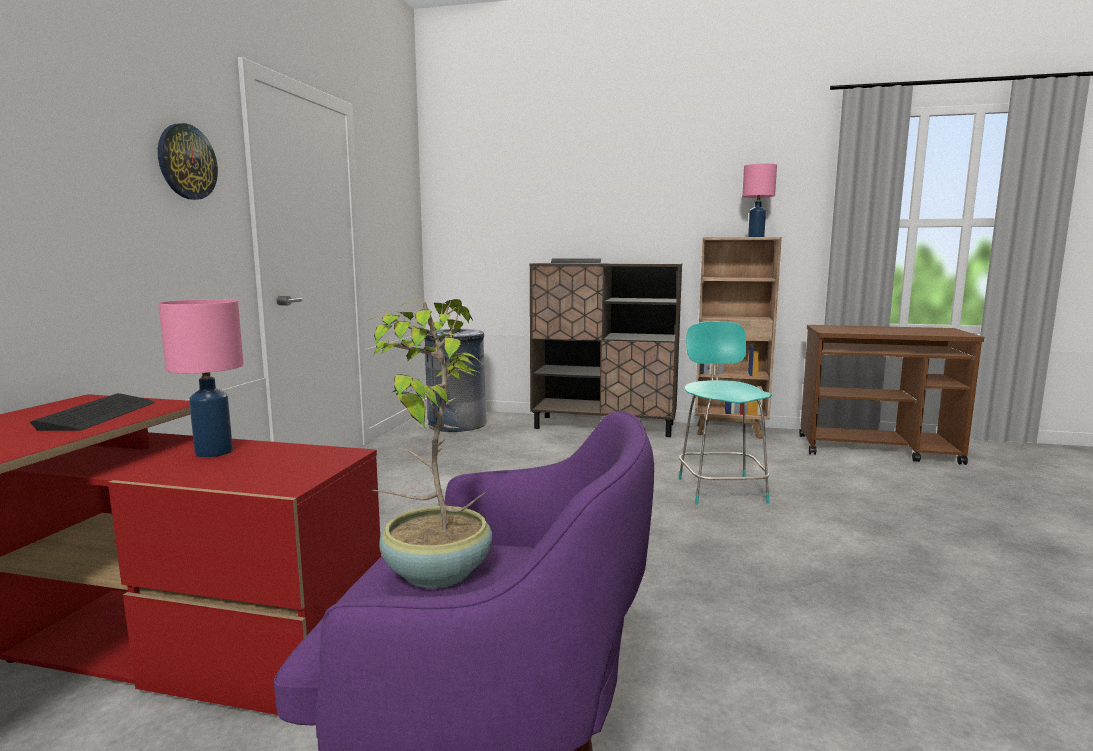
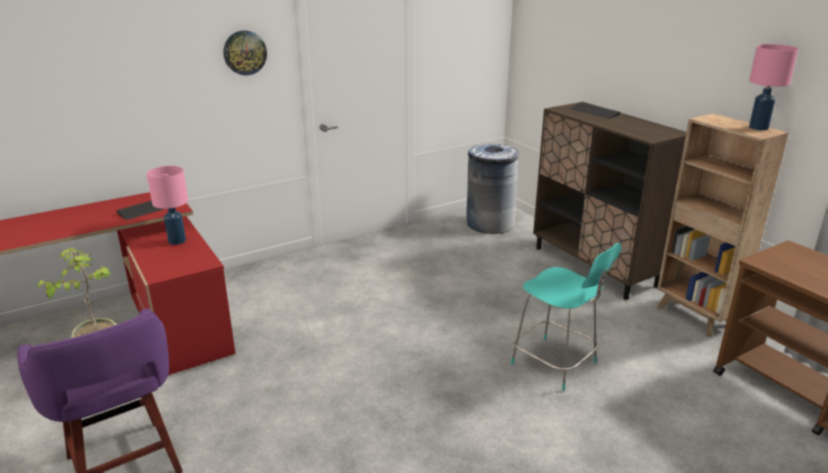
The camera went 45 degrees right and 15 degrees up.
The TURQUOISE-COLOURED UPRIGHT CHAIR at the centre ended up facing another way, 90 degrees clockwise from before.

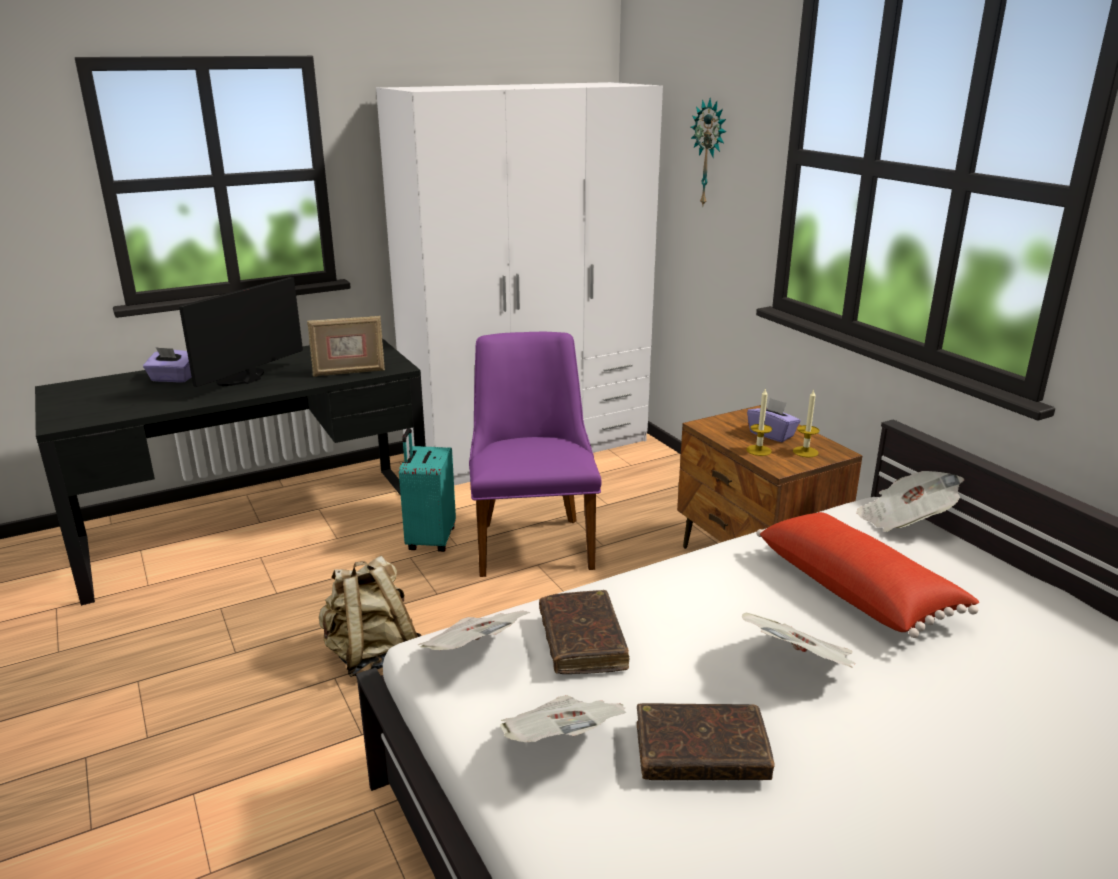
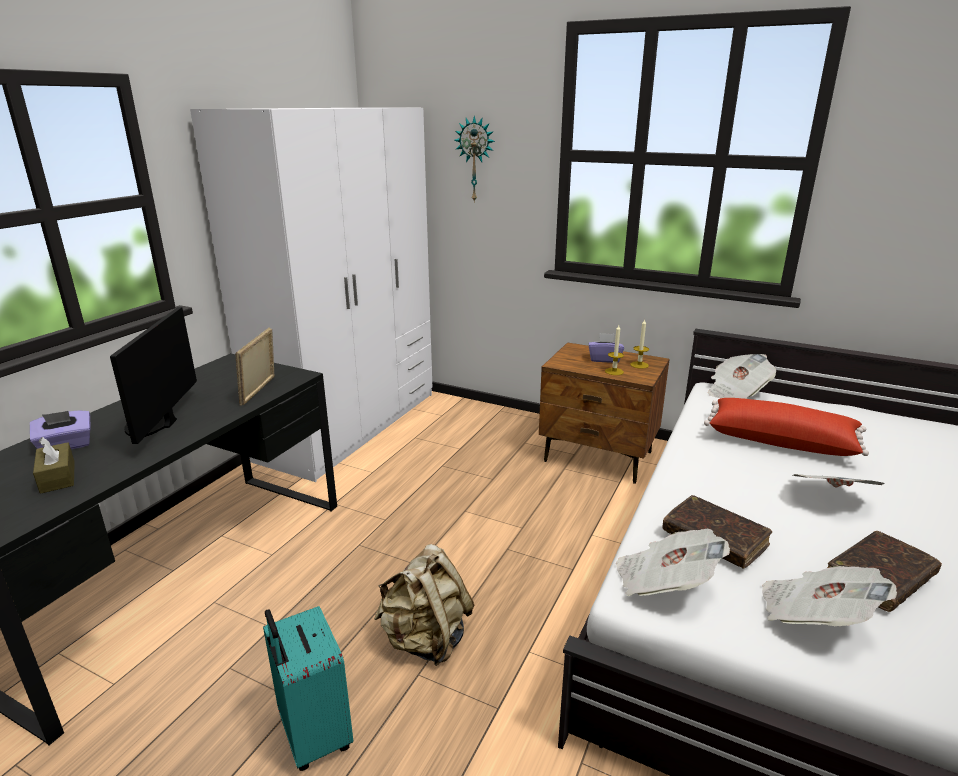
The camera went 35 degrees left and 0 degrees up.
The PICTURE FRAME at the middle left ended up facing another way, 150 degrees clockwise from before.
The TURQUOISE-COLOURED PIECE OF LUGGAGE ended up elsewhere, having gone from the centre to the bottom left.
The second view lost the PURPLISH UPRIGHT CHAIR at the centre.
The second view gained the BROWN TISSUE BOX at the middle left.

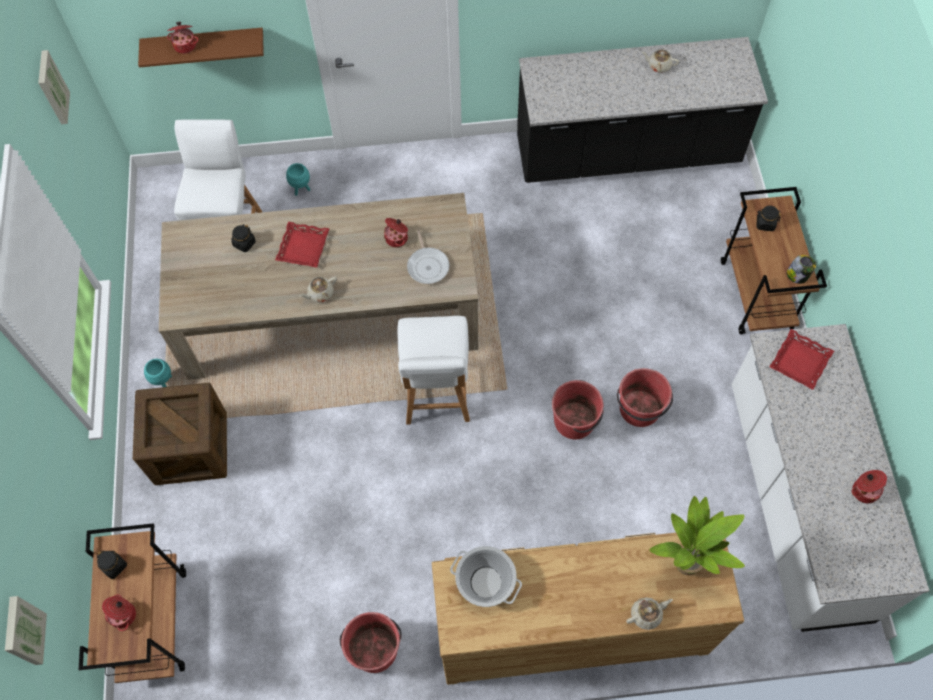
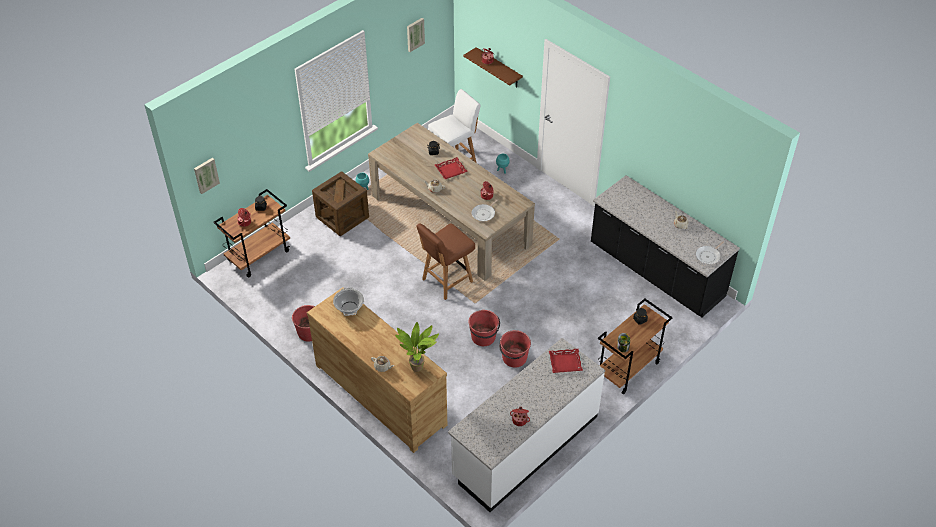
The camera went 50 degrees right and 15 degrees down.
What was the WHITE UPRIGHT CHAIR (no. 2 from left) at the centre turned into the BROWN UPRIGHT CHAIR at the centre.
The second view gained the PAN (no. 2 from left) at the middle right.

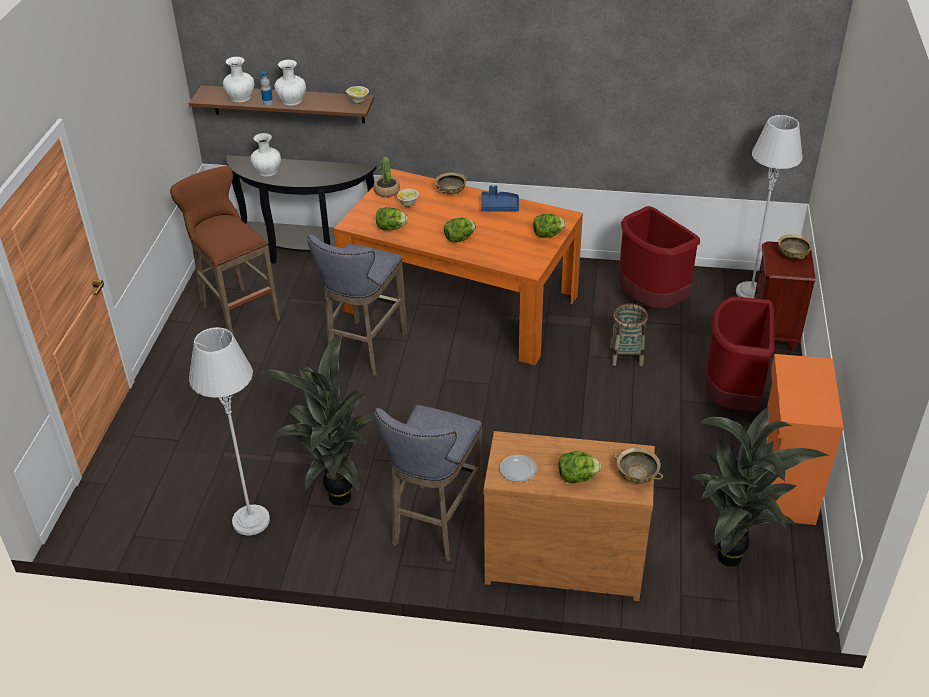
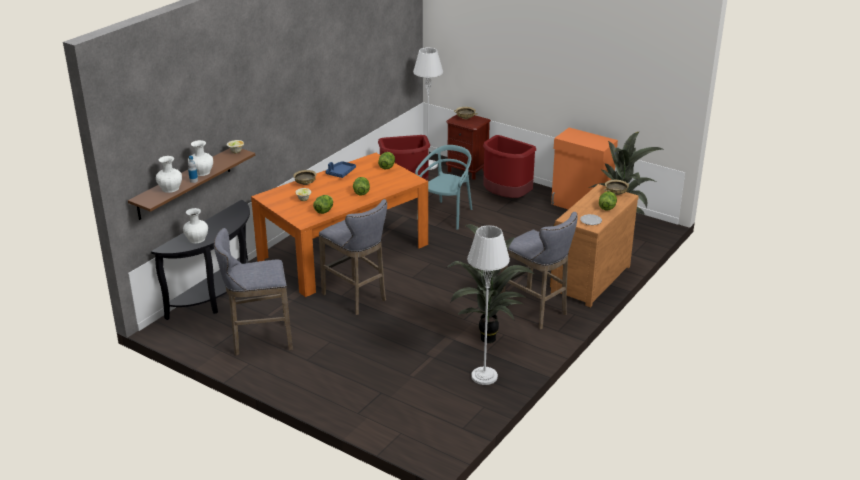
The camera went 65 degrees left and 10 degrees down.
What was the BROWN SITTING STOOL at the middle left turned into the GREY SITTING STOOL (no. 1 from left) at the middle left.
The second view lost the PLANT IN A POT (no. 2 from left) at the top centre.
Where the STORAGE BASKET stood at the middle right, the TURQUOISE-COLOURED UPRIGHT CHAIR came to stand at the centre.

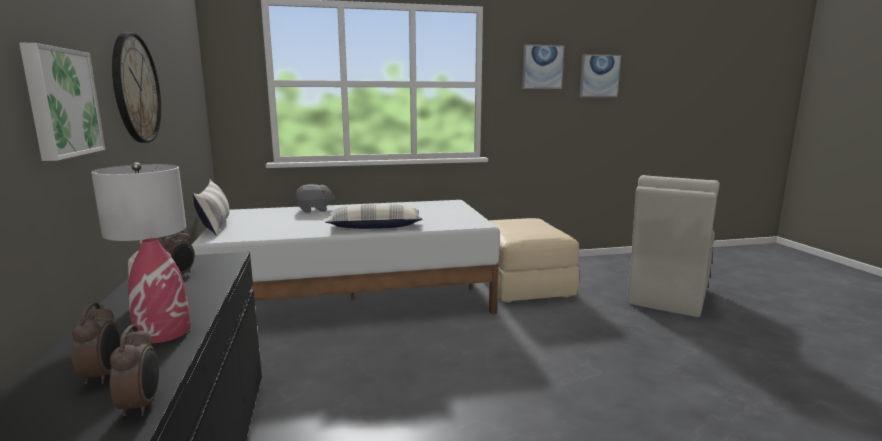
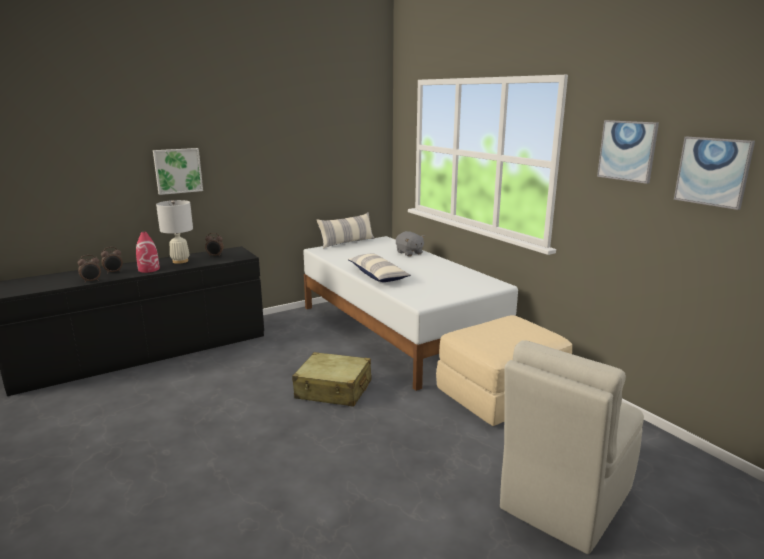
The camera went 70 degrees right and 5 degrees up.
The second view lost the CLOCK ON THE WALL at the top left.
The BEIGE UPRIGHT CHAIR at the middle right ended up facing another way, 60 degrees counterclockwise from before.
The second view gained the BEIGE PIECE OF LUGGAGE at the bottom centre.

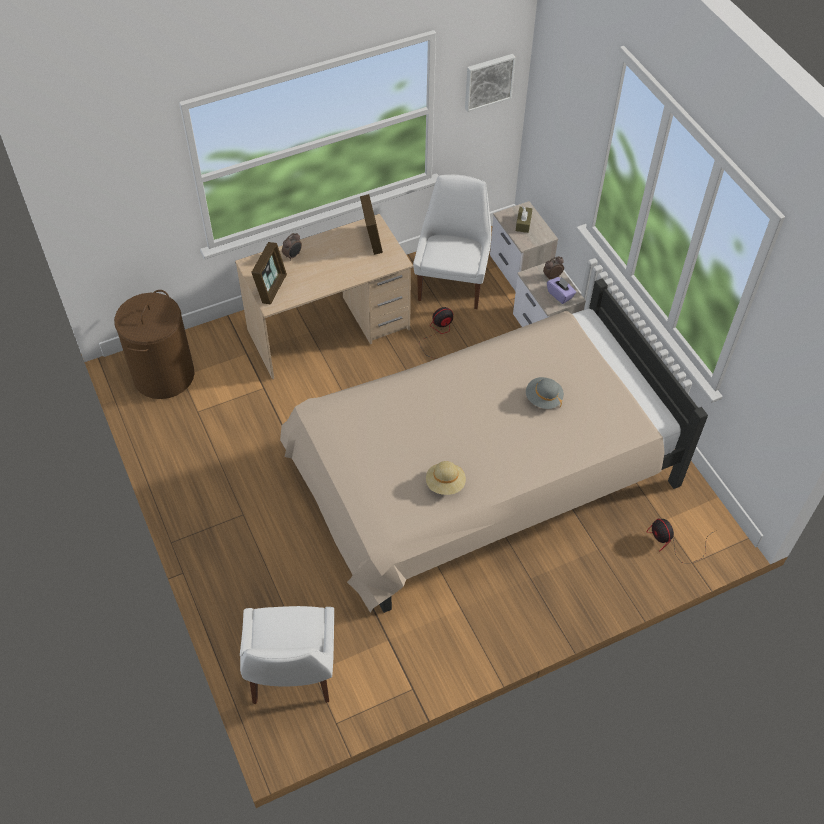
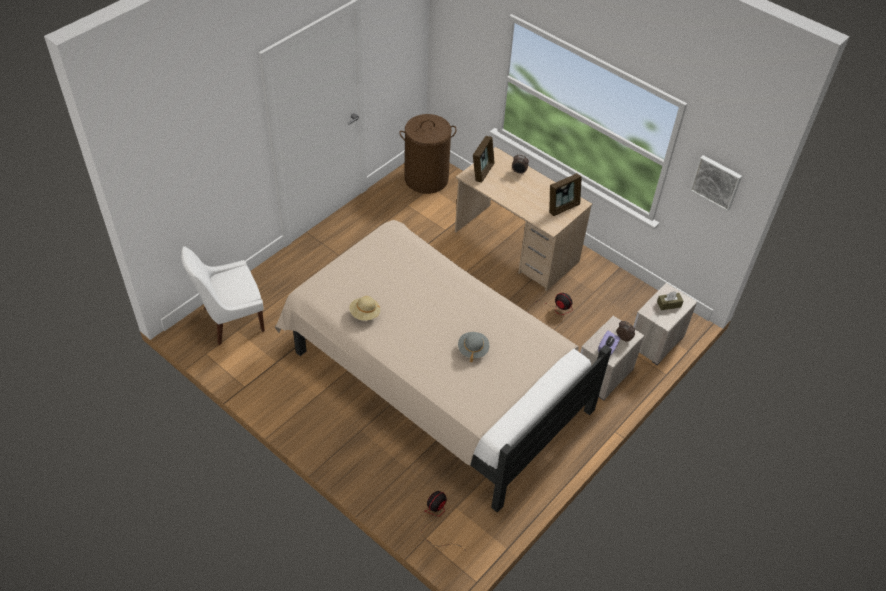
The camera went 65 degrees right and 5 degrees down.
The PICTURE FRAME (no. 1 from left) at the top left ended up facing another way, 60 degrees counterclockwise from before.
The second view lost the WHITE UPRIGHT CHAIR (no. 2 from left) at the top centre.

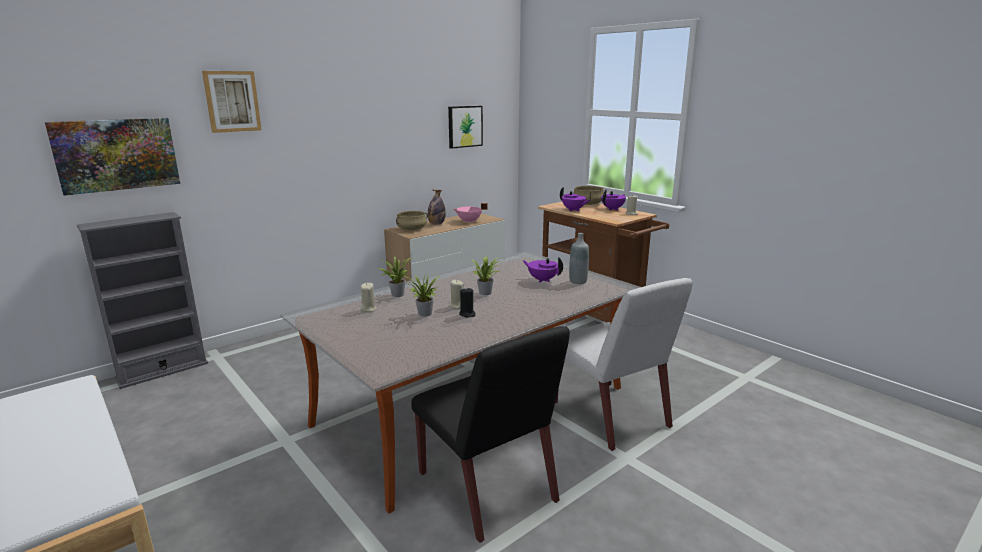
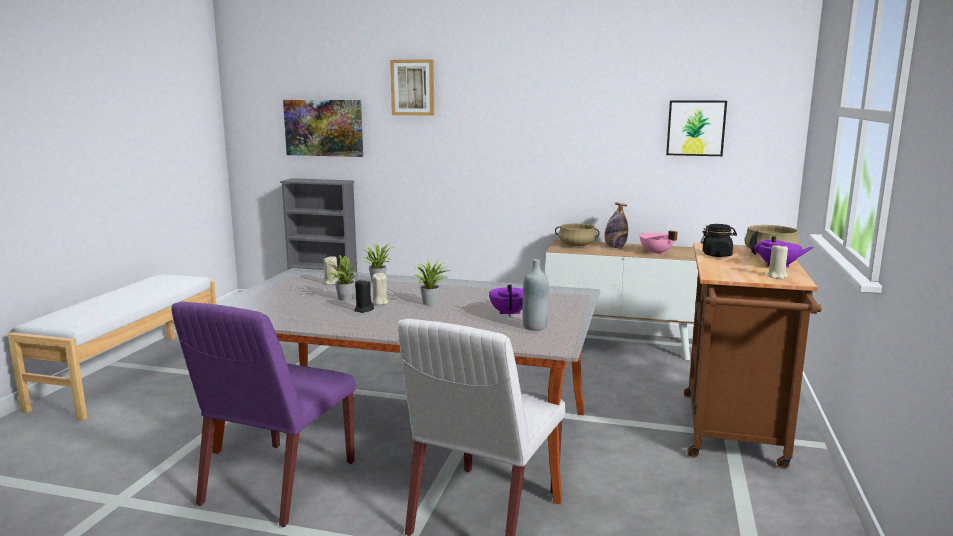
The camera went 55 degrees right and 5 degrees down.
What was the BLACKISH UPRIGHT CHAIR at the bottom centre turned into the PURPLISH UPRIGHT CHAIR at the bottom left.
Where the PURPLISH TEA POT (no. 2 from left) stood at the centre, the BLACKISH PRESERVE JAR came to stand at the middle right.

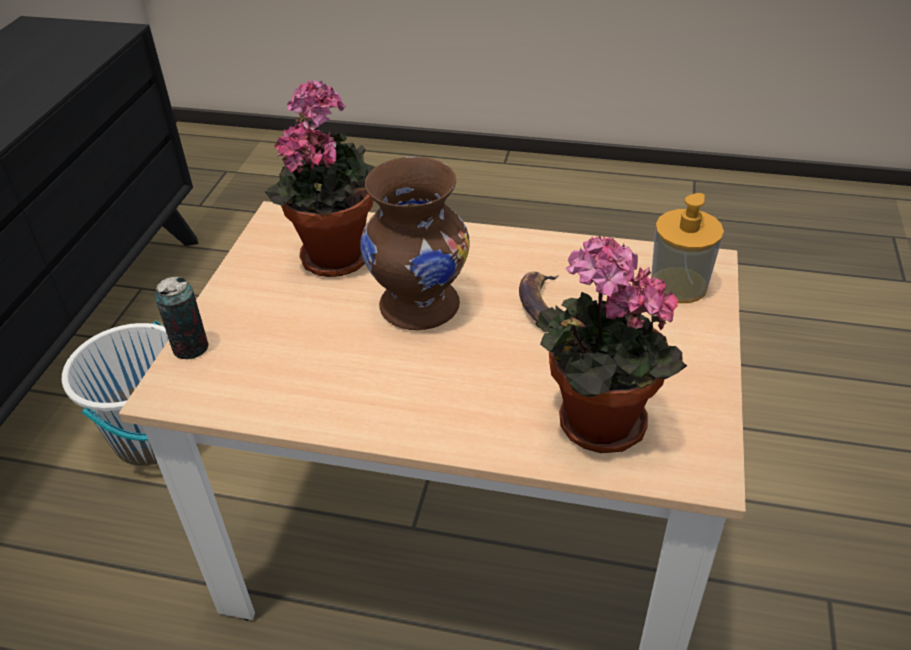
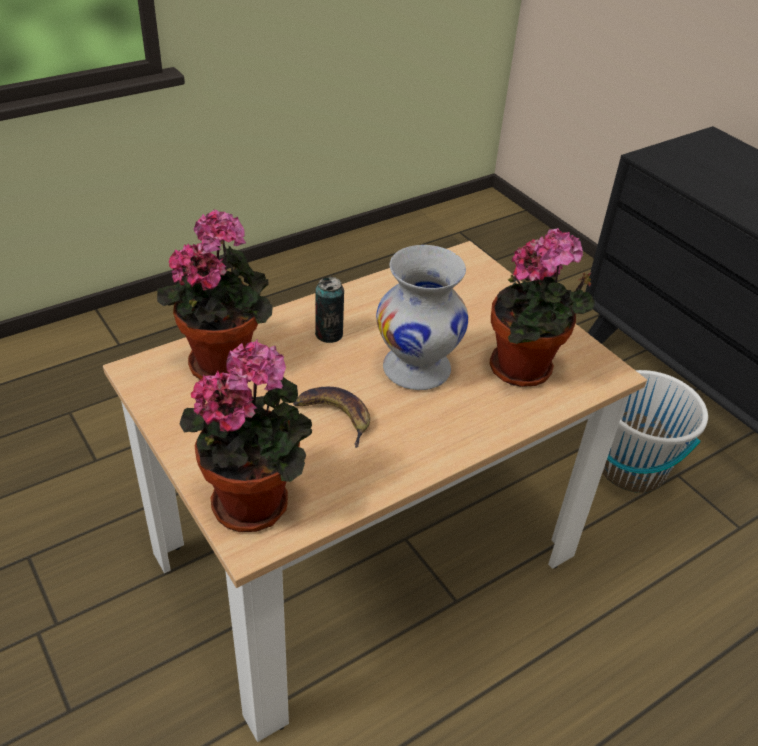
The camera went 130 degrees right and 0 degrees up.
The METAL CAN ended up elsewhere, having gone from the middle left to the centre.
What was the BROWN VASE at the centre turned into the WHITE VASE at the centre.
Where the SOAP DISPENSER stood at the middle right, the PLANT IN A POT (no. 2 from left) came to stand at the middle left.

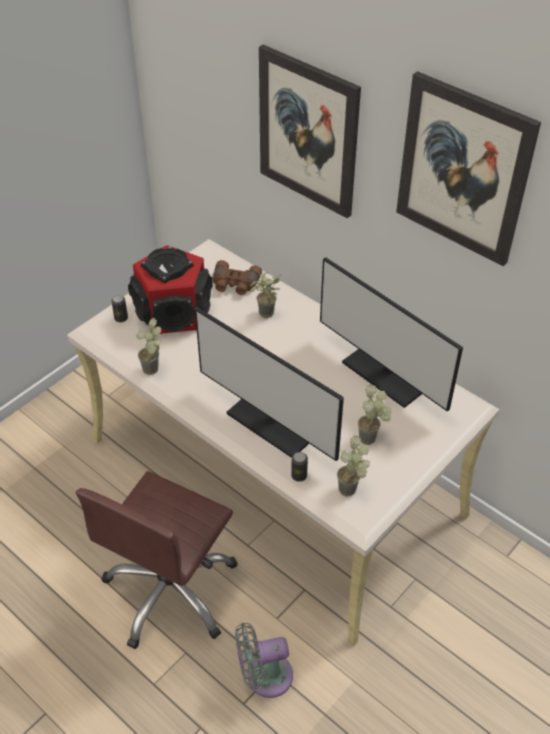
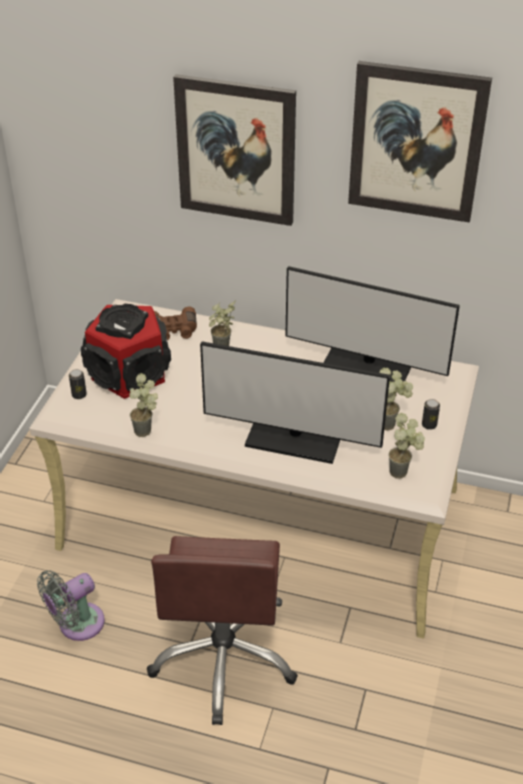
The camera went 25 degrees left and 5 degrees down.
The GREY FAN ended up elsewhere, having gone from the bottom centre to the bottom left.
The METAL CAN (no. 2 from left) ended up elsewhere, having gone from the centre to the middle right.

